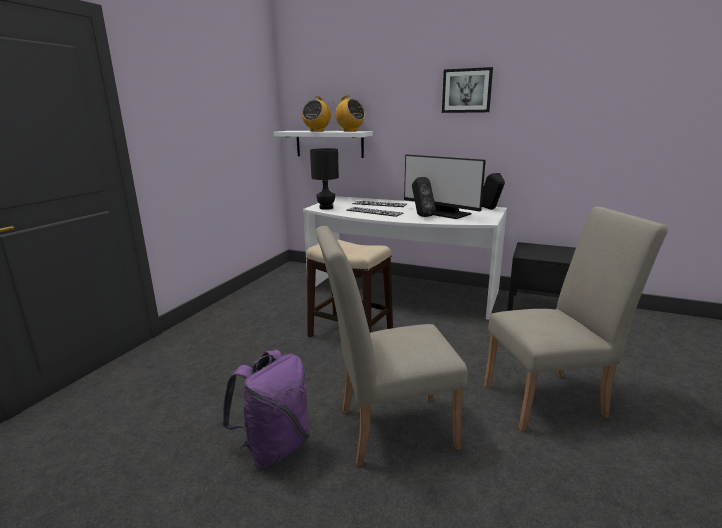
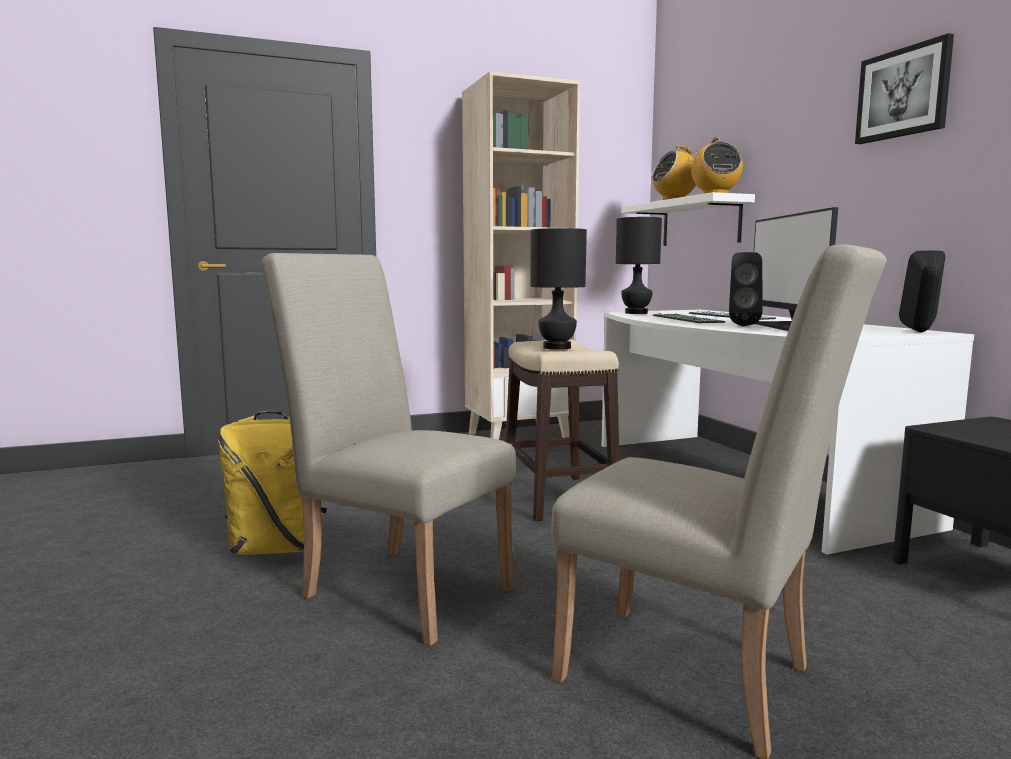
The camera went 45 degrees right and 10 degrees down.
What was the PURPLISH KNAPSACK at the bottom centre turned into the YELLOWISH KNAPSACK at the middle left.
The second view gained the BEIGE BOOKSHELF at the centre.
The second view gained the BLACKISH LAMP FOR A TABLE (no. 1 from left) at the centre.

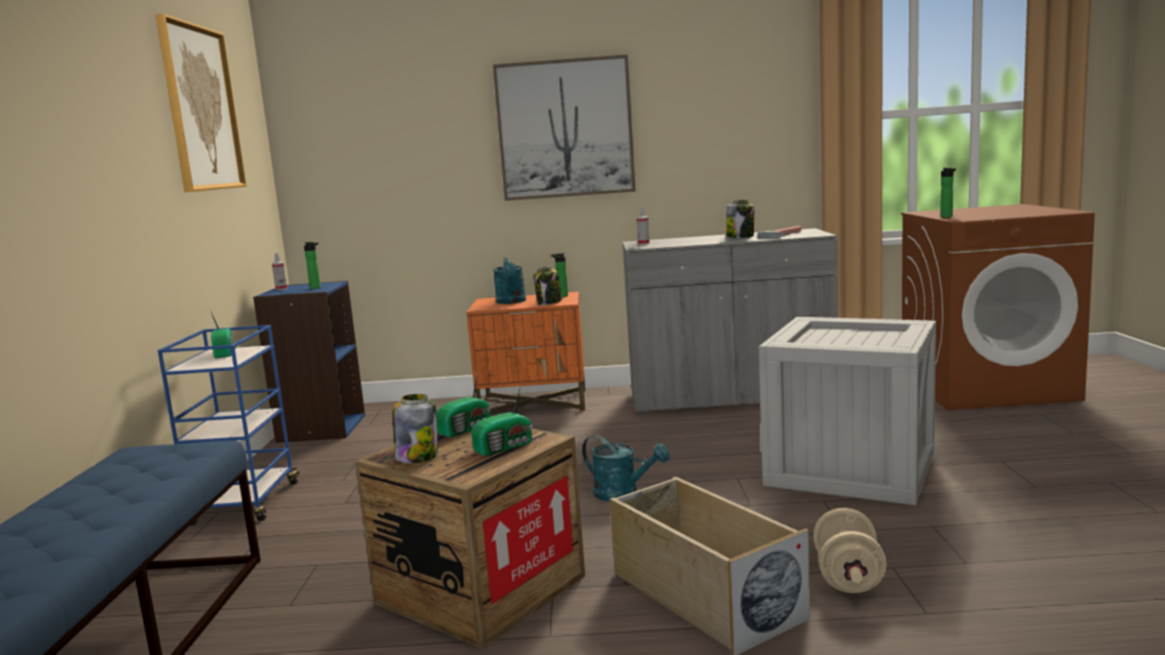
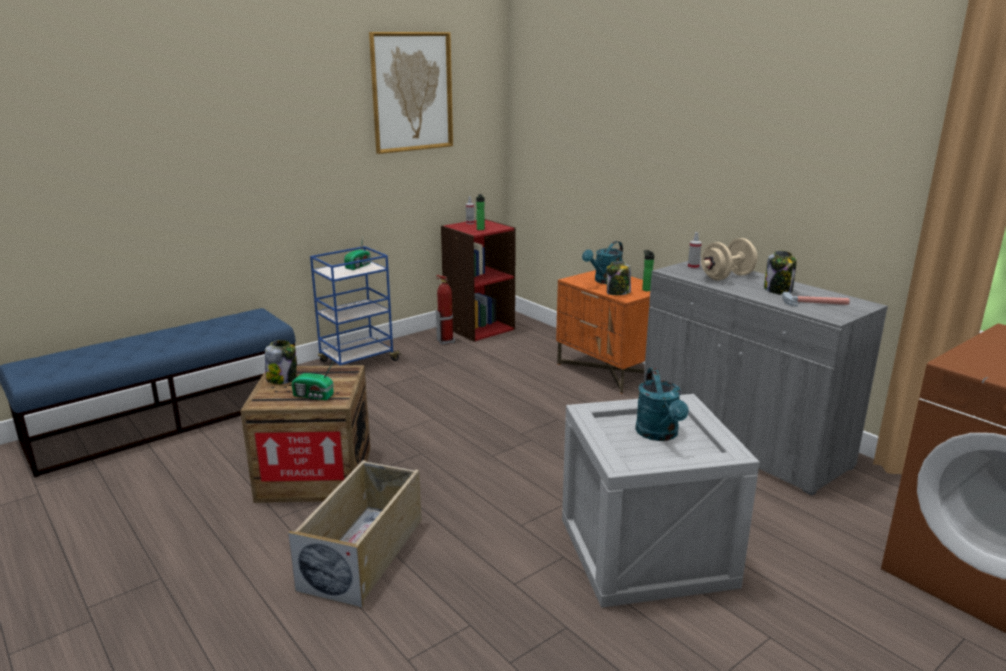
The camera went 50 degrees right and 10 degrees up.
What was the BLUE BOOKSHELF at the middle left turned into the RED BOOKSHELF at the centre.
The second view lost the RADIO (no. 2 from left) at the centre.
The second view lost the WALL PICTURE (no. 2 from left) at the top centre.
The TURQUOISE-COLOURED SPRINKLING CAN (no. 2 from left) ended up elsewhere, having gone from the bottom centre to the centre.
The BEIGE FREE WEIGHT ended up elsewhere, having gone from the bottom right to the middle right.
The second view lost the DRINK BOTTLE (no. 3 from left) at the top right.
The second view gained the FIRE-FIGHTING CYLINDER at the centre.

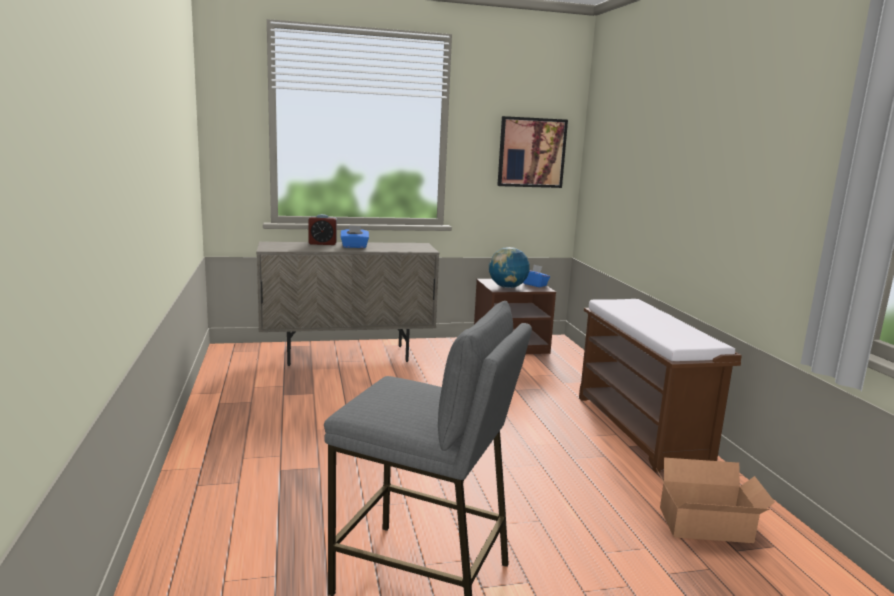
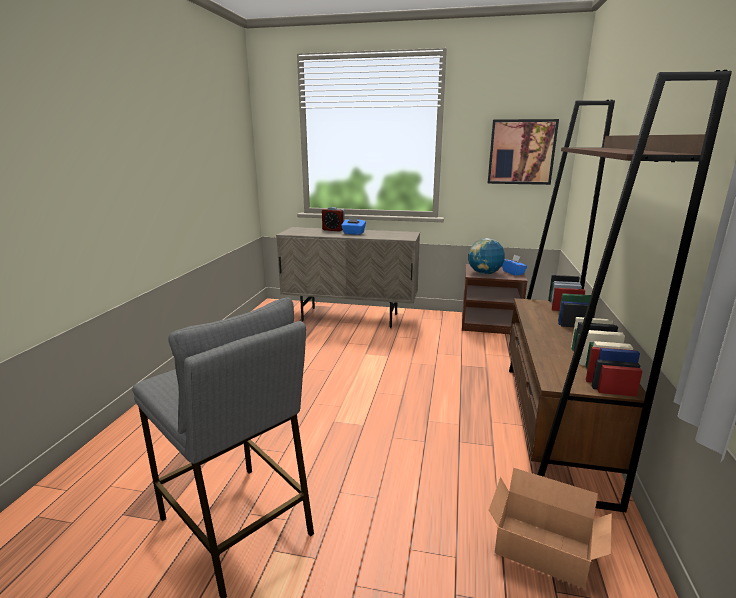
The camera went 25 degrees right and 5 degrees up.
Where the BROWN BENCH stood at the middle right, the BROWN BOOKSHELF came to stand at the middle right.

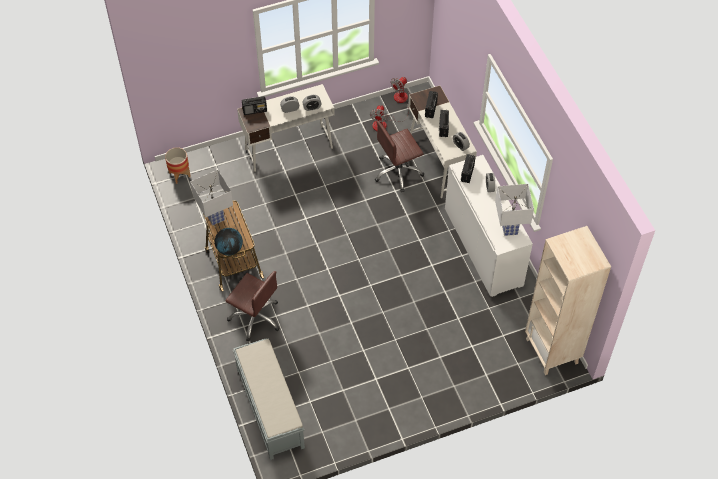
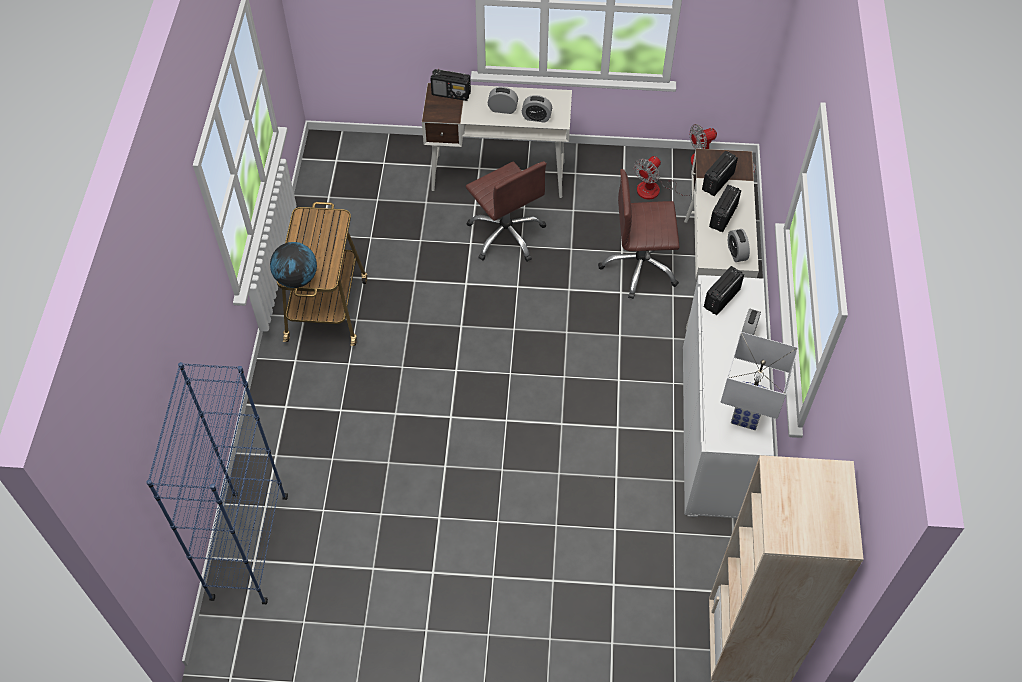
The camera went 25 degrees right and 0 degrees up.
The second view lost the PLANT POT at the middle left.
The second view lost the WHITE LAMP FOR A TABLE (no. 1 from left) at the middle left.
The BROWN OFFICE CHAIR (no. 1 from left) ended up elsewhere, having gone from the centre to the top centre.
Where the GREY BENCH stood at the bottom centre, the BLUE BOOKSHELF came to stand at the bottom left.

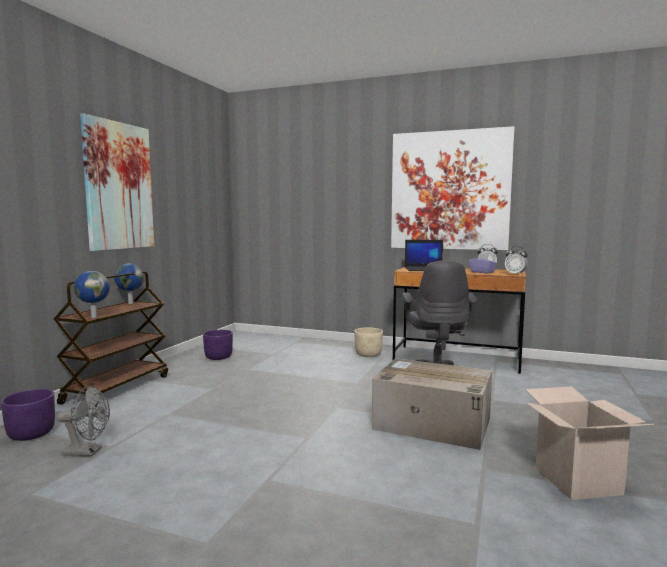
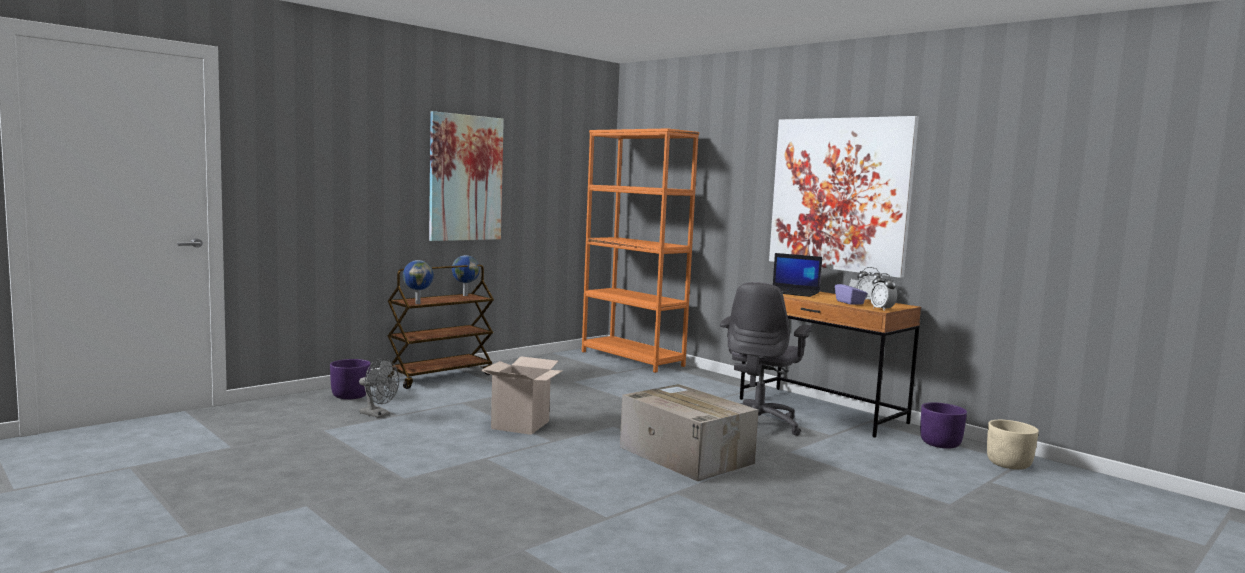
The camera went 25 degrees right and 0 degrees up.
The PURPLISH PLANT POT (no. 2 from left) ended up elsewhere, having gone from the middle left to the bottom right.
The BEIGE PLANT POT ended up elsewhere, having gone from the centre to the bottom right.
The CARTON (no. 2 from left in the first image) ended up elsewhere, having gone from the bottom right to the bottom centre.
The second view gained the ORANGE BOOKSHELF at the centre.

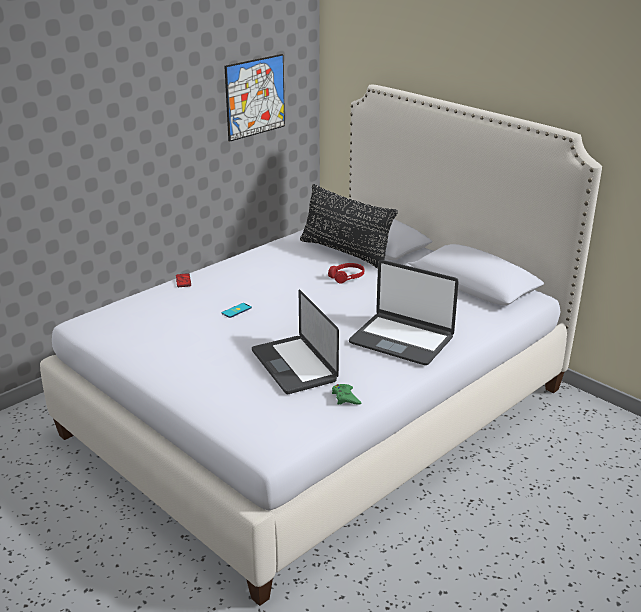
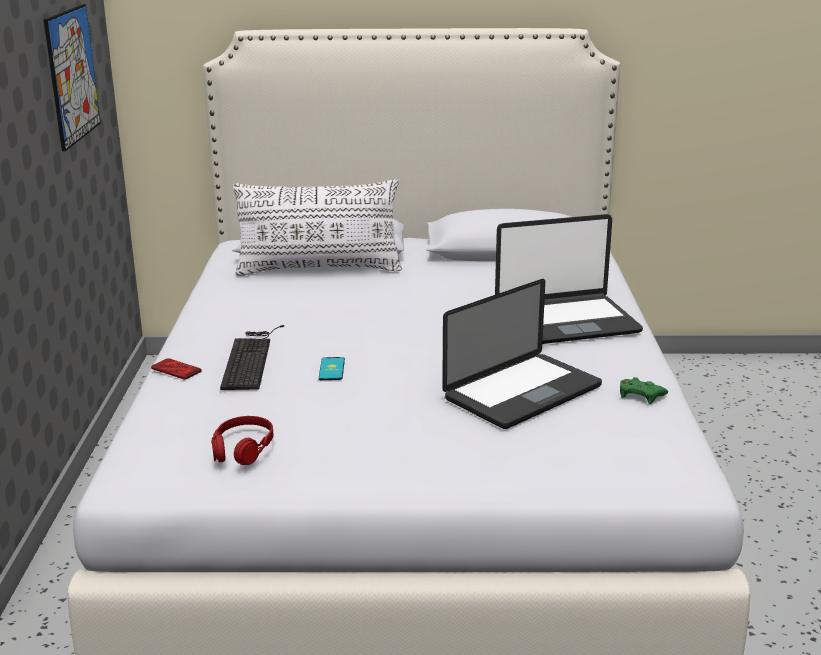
The camera went 45 degrees left and 5 degrees down.
The NOTEBOOK COMPUTER (no. 1 from left) at the centre ended up facing another way, 60 degrees counterclockwise from before.
What was the BLACKISH PILLOW at the centre turned into the WHITE PILLOW at the centre.
The RED HEADPHONES ended up elsewhere, having gone from the centre to the bottom left.
The second view gained the PC KEYBOARD at the middle left.

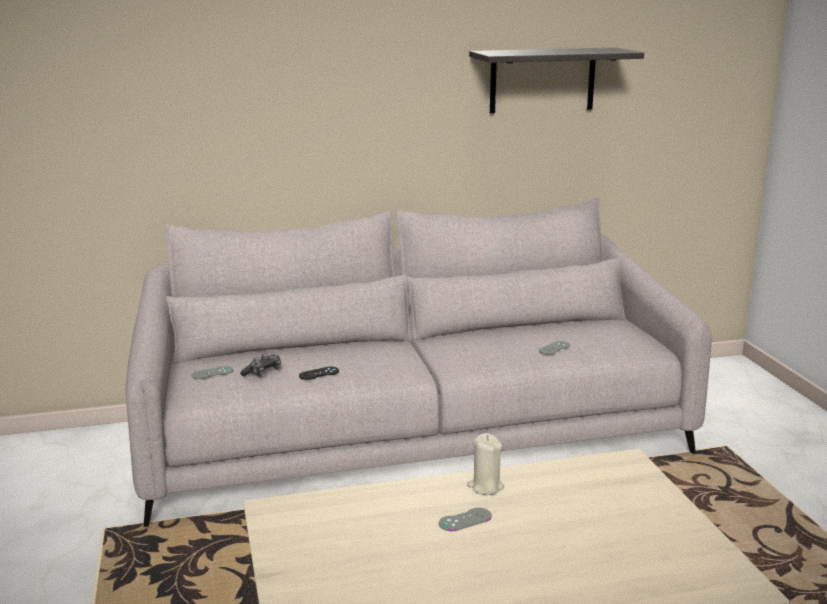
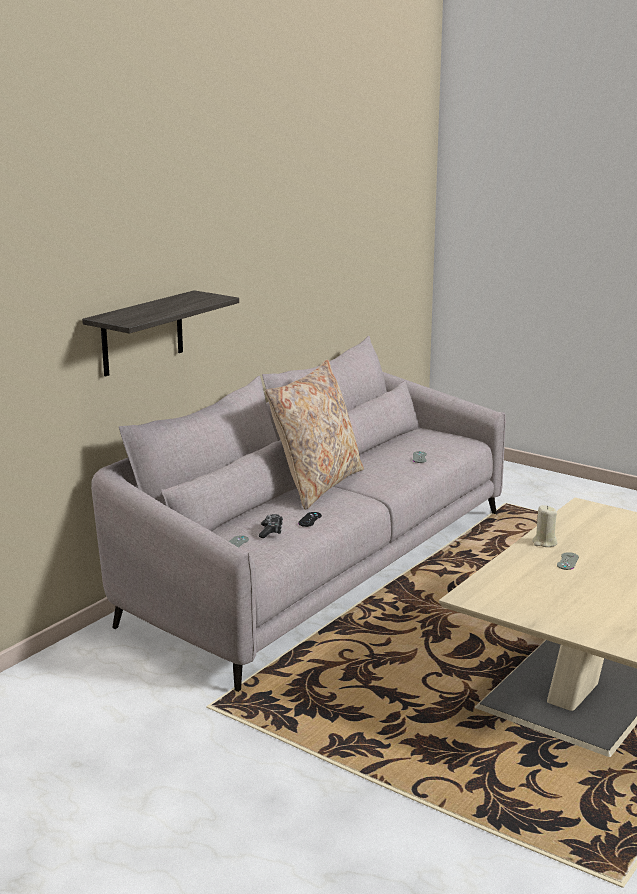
The camera went 40 degrees left and 0 degrees up.
The BRACKET SHELF ended up elsewhere, having gone from the top right to the middle left.
The second view gained the BEIGE PILLOW at the centre.

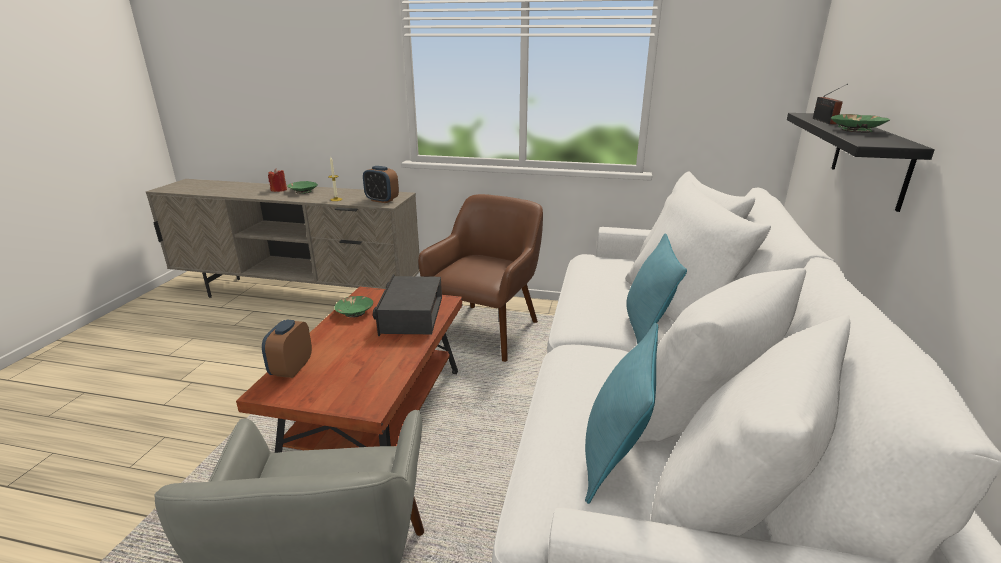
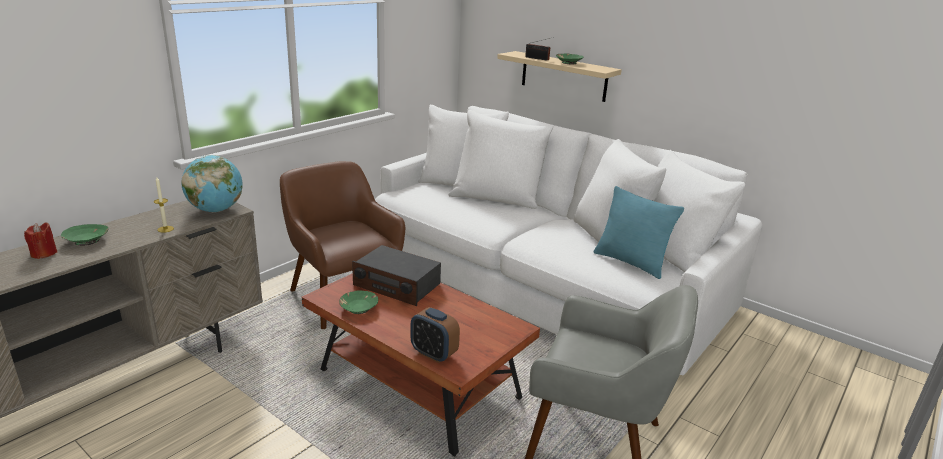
The camera went 65 degrees left and 0 degrees up.
Where the ALARM CLOCK (no. 2 from left) stood at the top centre, the DESK GLOBE came to stand at the middle left.
The second view lost the TURQUOISE-COLOURED PILLOW (no. 2 from left) at the centre.
What was the BLACKISH BRACKET SHELF at the top right turned into the BEIGE BRACKET SHELF at the top centre.

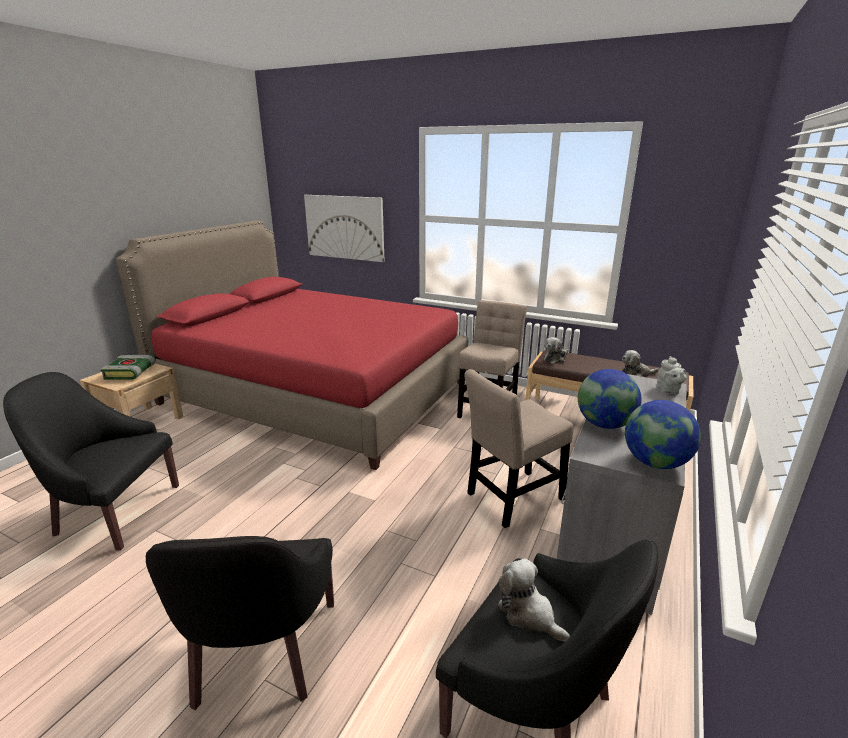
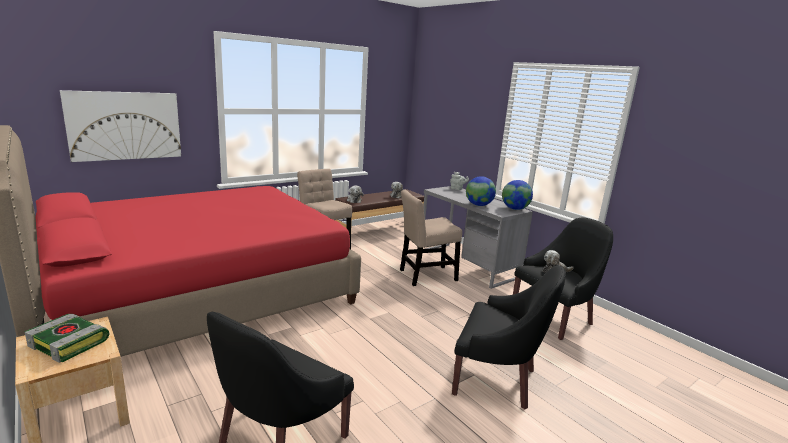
The camera went 65 degrees left and 5 degrees down.
The BEIGE UPRIGHT CHAIR (no. 2 from left) at the centre ended up facing another way, 75 degrees clockwise from before.

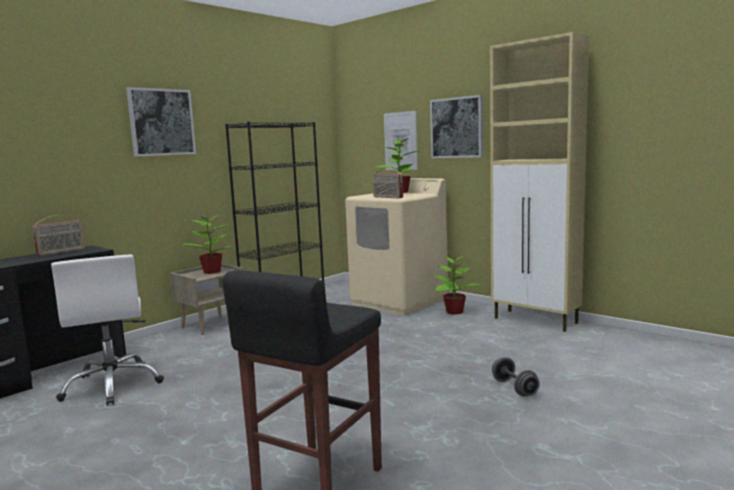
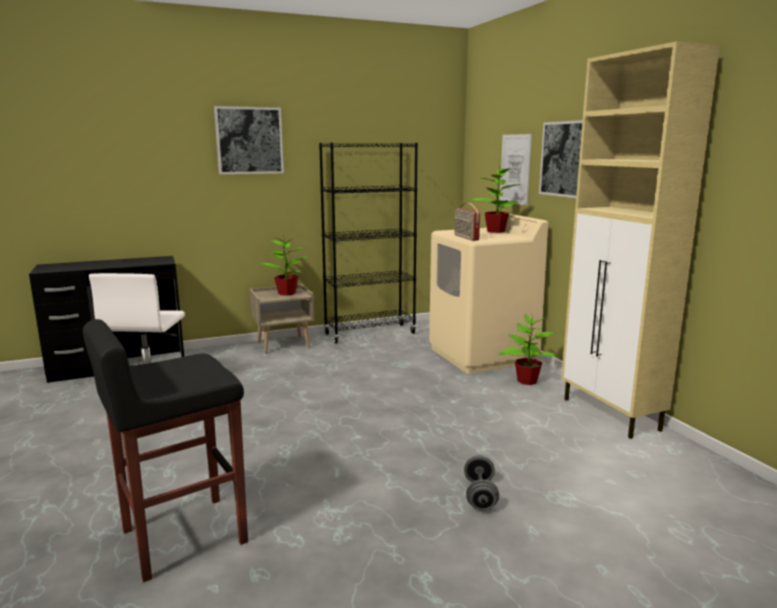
The camera went 25 degrees right and 5 degrees up.
The second view lost the RADIO (no. 1 from left) at the middle left.

